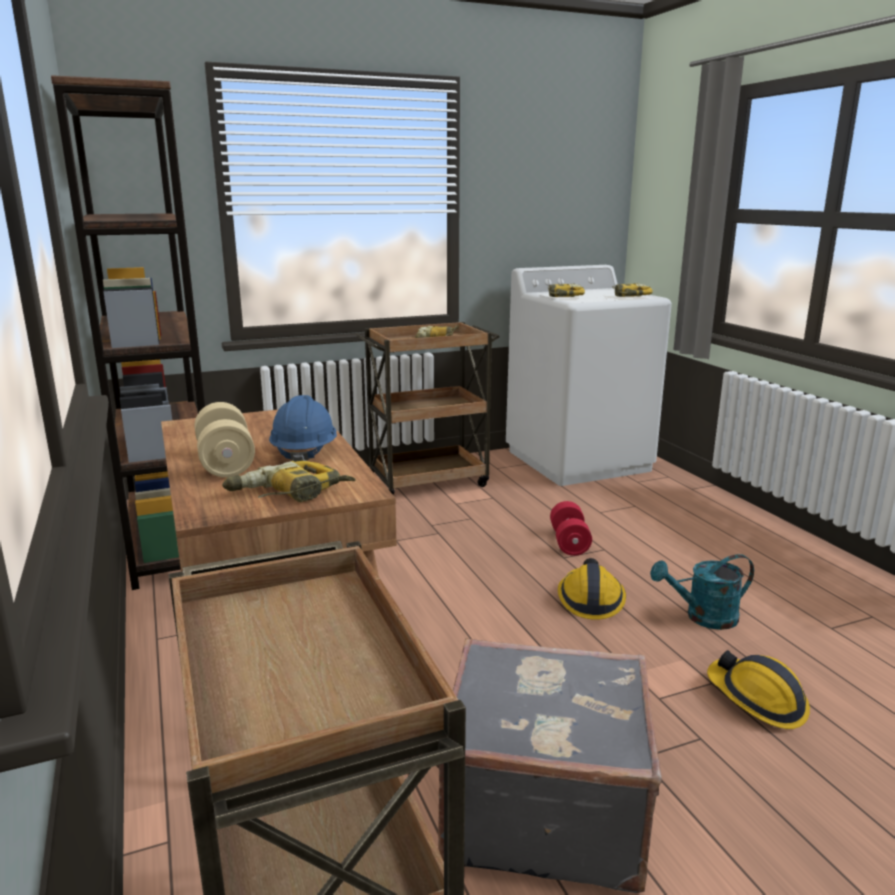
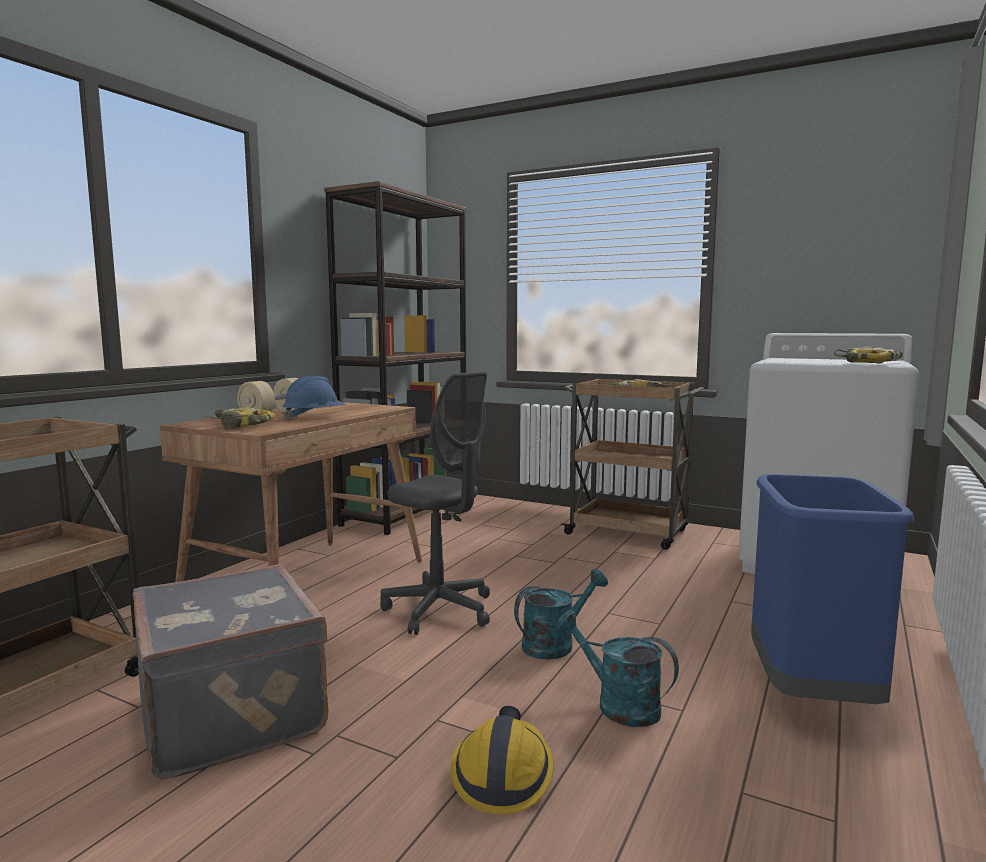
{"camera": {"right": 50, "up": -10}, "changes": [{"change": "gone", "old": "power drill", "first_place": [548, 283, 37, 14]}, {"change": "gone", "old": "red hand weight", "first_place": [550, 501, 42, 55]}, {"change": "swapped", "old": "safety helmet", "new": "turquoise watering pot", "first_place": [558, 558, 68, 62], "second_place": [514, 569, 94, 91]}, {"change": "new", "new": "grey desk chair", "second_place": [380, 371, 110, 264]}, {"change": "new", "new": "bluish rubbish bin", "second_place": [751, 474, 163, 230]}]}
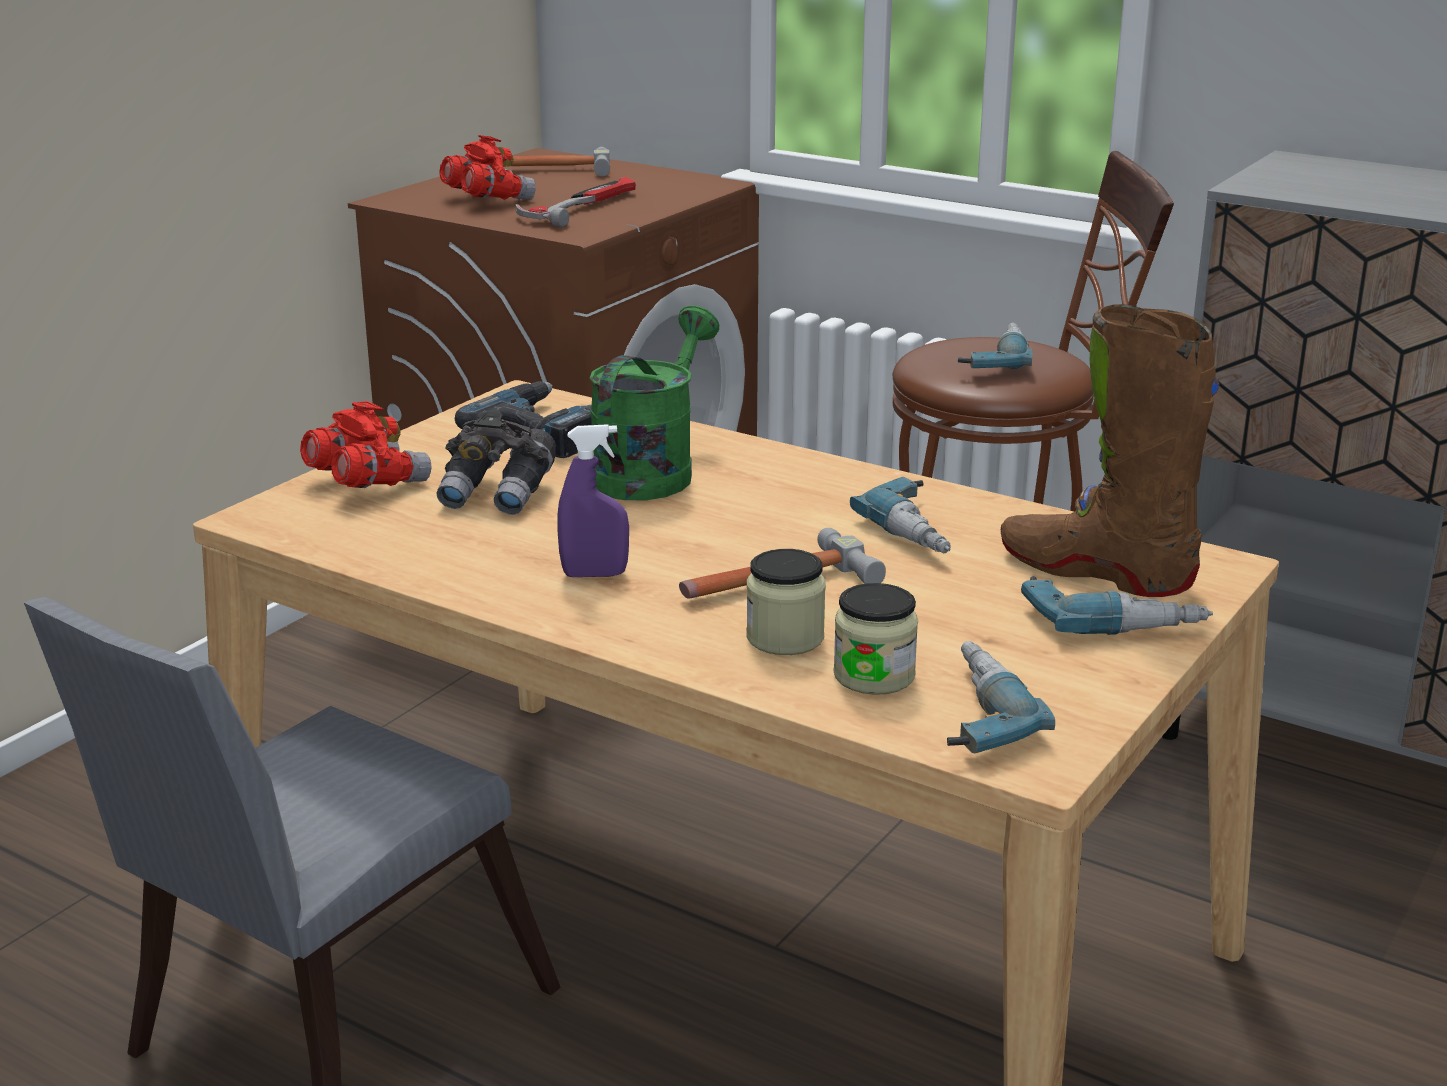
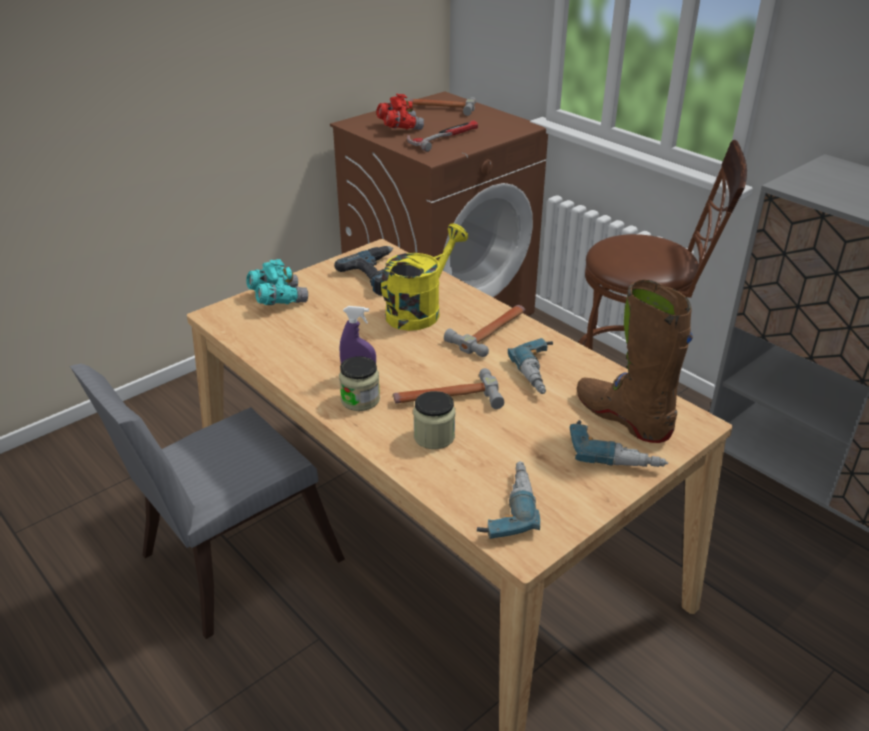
{"camera": {"right": 15, "up": 10}, "changes": [{"change": "repainted", "old": "green-coloured watering pot", "new": "yellow watering pot", "first_place": [589, 305, 130, 195], "second_place": [381, 223, 87, 108]}, {"change": "gone", "old": "power drill", "first_place": [958, 323, 74, 46]}, {"change": "repainted", "old": "red field glasses", "new": "turquoise field glasses", "first_place": [300, 401, 131, 87], "second_place": [246, 259, 62, 46]}, {"change": "gone", "old": "grey field glasses", "first_place": [437, 409, 119, 106]}, {"change": "shifted", "old": "jar", "first_place": [833, 583, 85, 112], "second_place": [339, 356, 41, 55]}, {"change": "new", "new": "hammer", "second_place": [444, 305, 81, 52]}]}
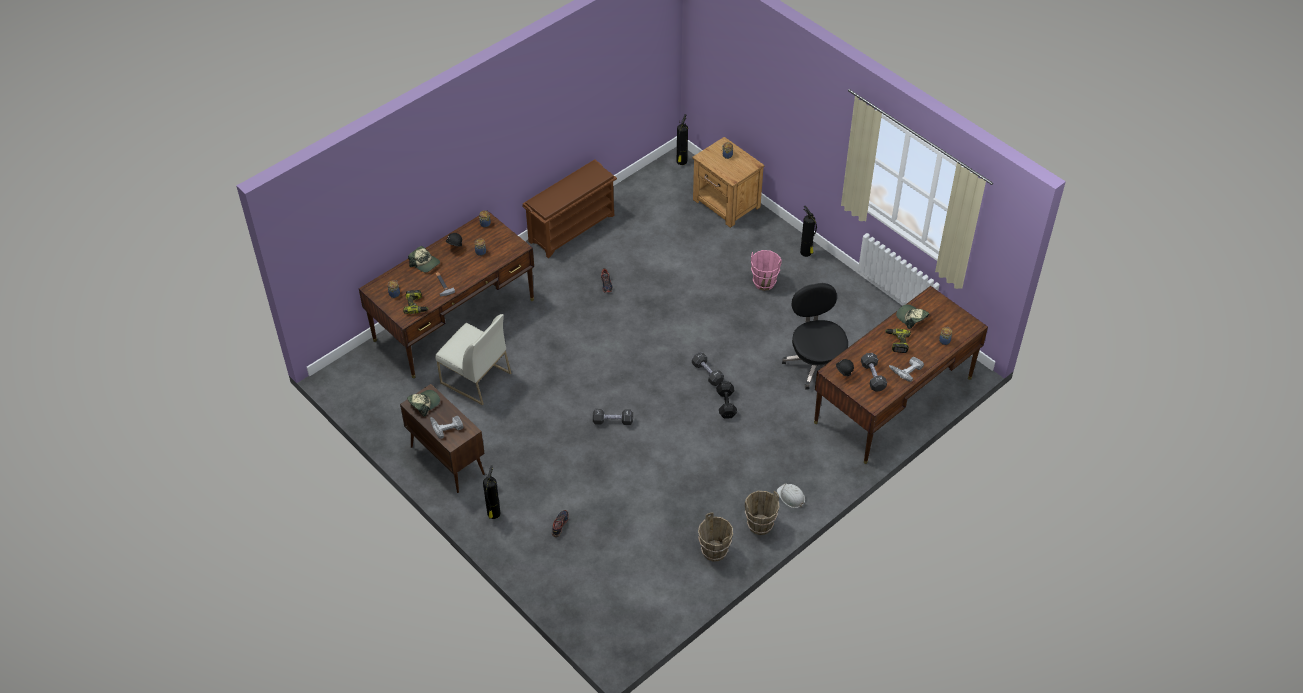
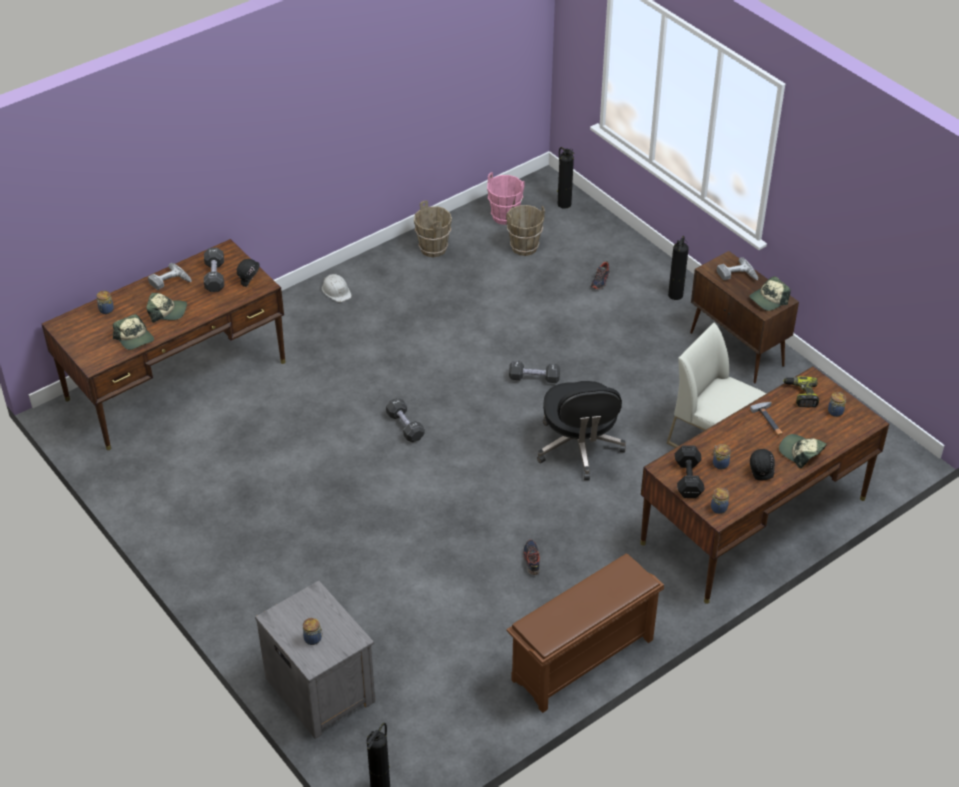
{"camera": {"right": -175, "up": -5}, "changes": [{"change": "repainted", "old": "brown-coloured night table", "new": "grey night table", "first_place": [692, 137, 73, 91], "second_place": [255, 581, 120, 158]}, {"change": "shifted", "old": "fire-fighting cylinder", "first_place": [800, 206, 17, 51], "second_place": [557, 147, 17, 62]}, {"change": "shifted", "old": "pink-coloured water bucket", "first_place": [751, 250, 31, 41], "second_place": [487, 172, 38, 53]}, {"change": "shifted", "old": "black-coloured desk chair", "first_place": [782, 283, 66, 107], "second_place": [537, 381, 89, 99]}, {"change": "swapped", "old": "power drill", "new": "cap", "first_place": [885, 329, 26, 24], "second_place": [146, 293, 41, 30]}, {"change": "shifted", "old": "black-coloured hand weight", "first_place": [716, 382, 21, 37], "second_place": [675, 445, 30, 53]}, {"change": "shifted", "old": "brown-coloured water bucket", "first_place": [745, 491, 35, 44], "second_place": [507, 205, 38, 51]}]}
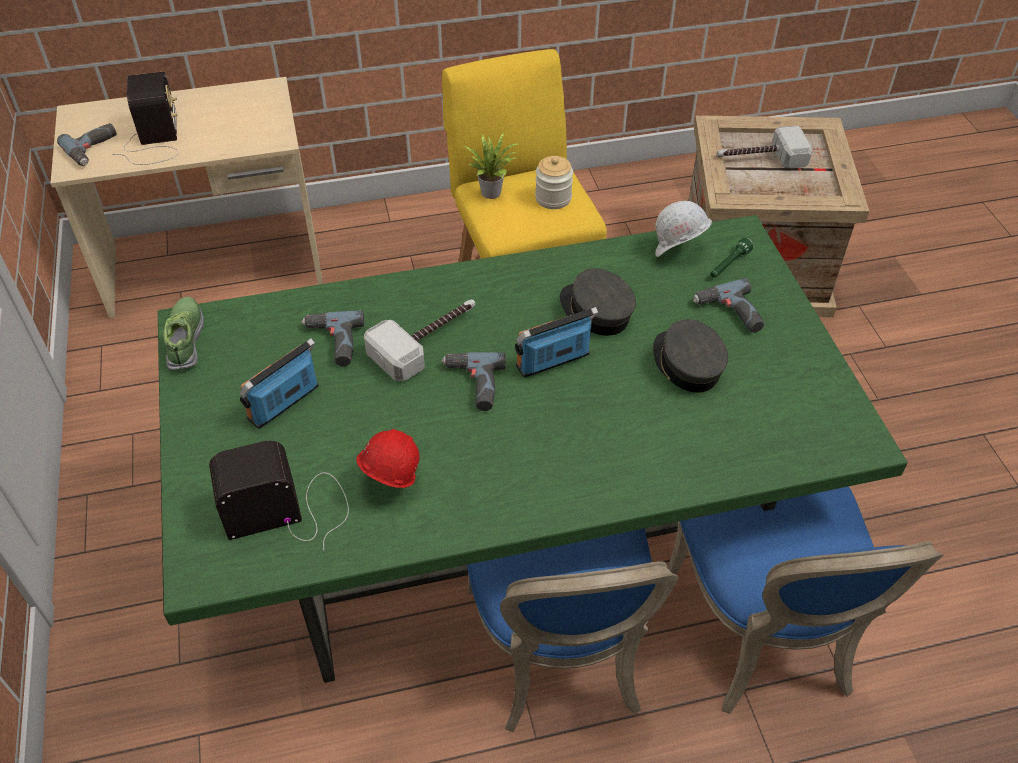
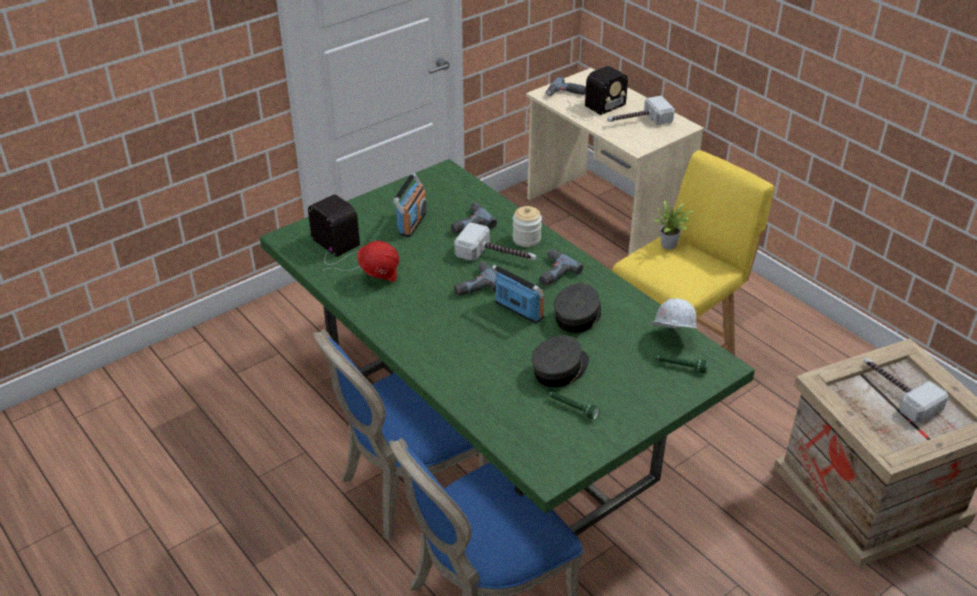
{"camera": {"right": 65, "up": -10}, "changes": [{"change": "shifted", "old": "jar", "first_place": [535, 156, 38, 53], "second_place": [512, 206, 30, 41]}, {"change": "shifted", "old": "power drill", "first_place": [693, 278, 71, 55], "second_place": [539, 249, 44, 37]}, {"change": "gone", "old": "low shoe", "first_place": [163, 296, 41, 75]}, {"change": "rotated", "old": "radio", "first_place": [239, 338, 80, 91], "second_place": [393, 173, 34, 64], "degrees": 90}, {"change": "new", "new": "hammer", "second_place": [607, 96, 68, 29]}, {"change": "new", "new": "green-coloured torch", "second_place": [548, 391, 52, 29]}]}
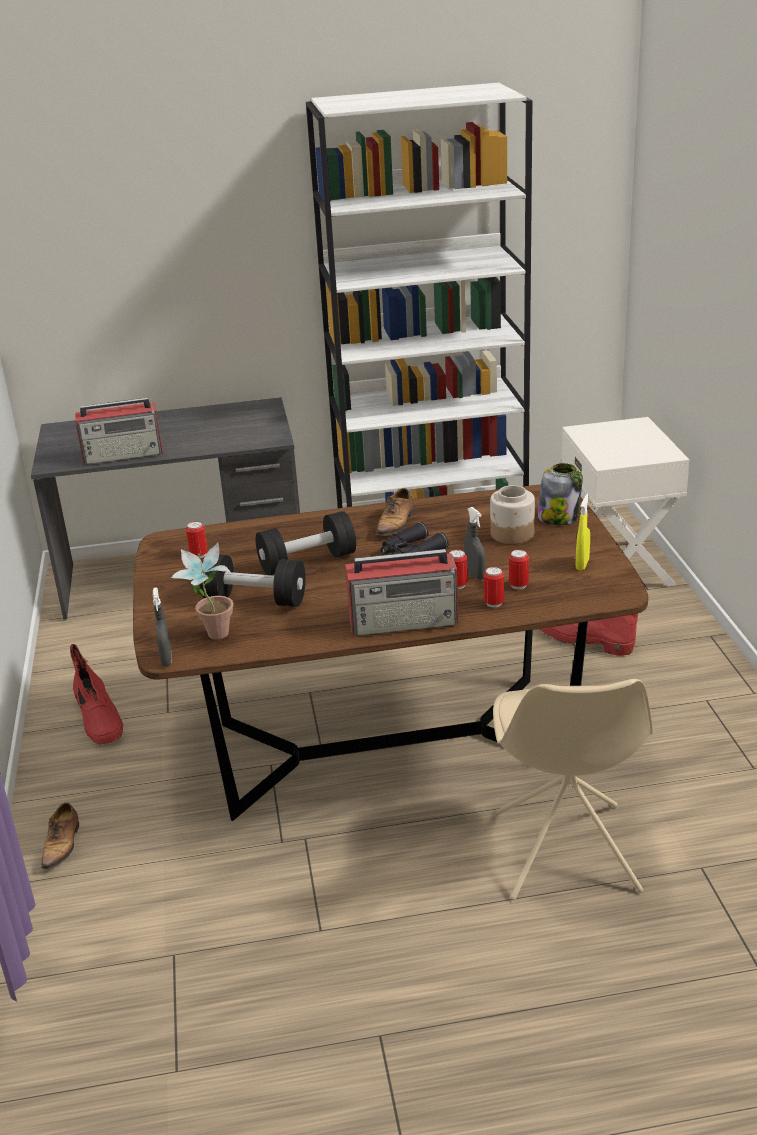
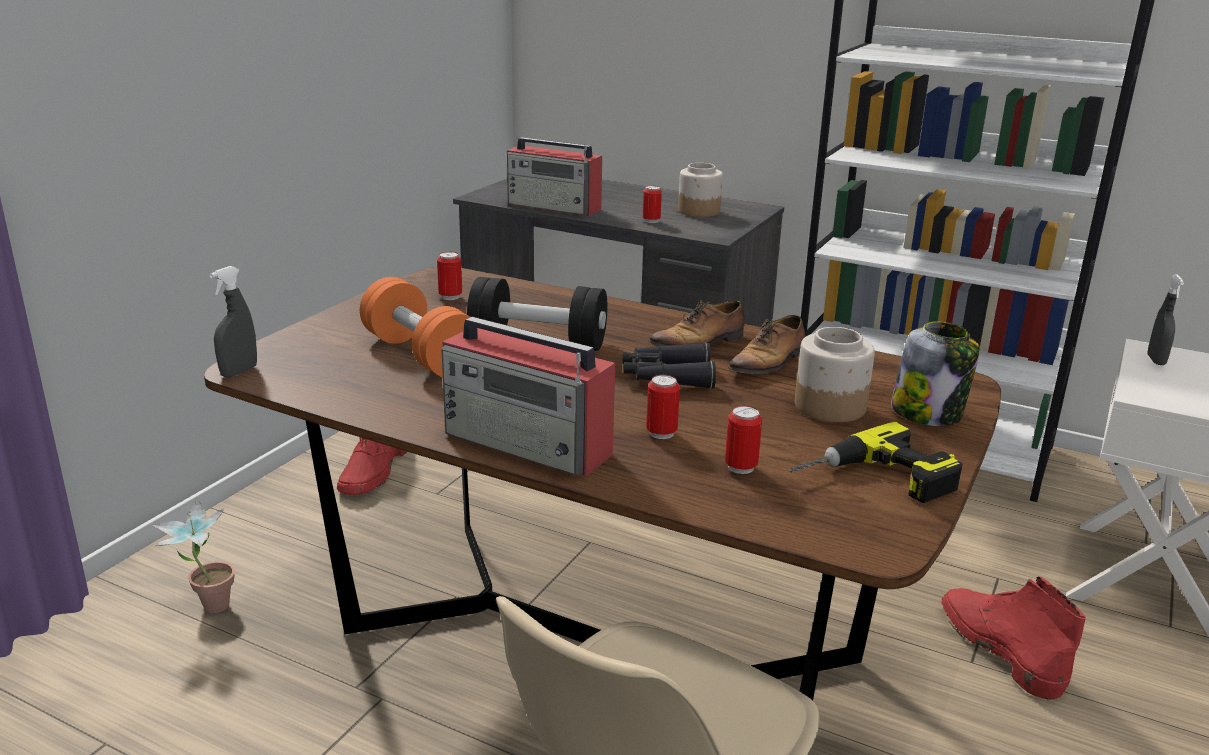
{"camera": {"right": 35, "up": -5}, "changes": [{"change": "swapped", "old": "yellow spray bottle", "new": "power drill", "first_place": [576, 494, 14, 77], "second_place": [789, 422, 174, 81]}, {"change": "shifted", "old": "grey spray bottle", "first_place": [464, 507, 22, 73], "second_place": [1147, 274, 37, 91]}, {"change": "shifted", "old": "plant in a pot", "first_place": [171, 543, 63, 96], "second_place": [152, 499, 83, 114]}, {"change": "repainted", "old": "black-coloured hand weight", "new": "orangey hand weight", "first_place": [200, 555, 106, 52], "second_place": [360, 277, 110, 100]}, {"change": "shifted", "old": "metal can", "first_place": [484, 567, 20, 40], "second_place": [642, 186, 20, 37]}, {"change": "shifted", "old": "low shoe", "first_place": [41, 803, 38, 70], "second_place": [728, 315, 78, 59]}, {"change": "new", "new": "jar", "second_place": [678, 163, 45, 54]}]}
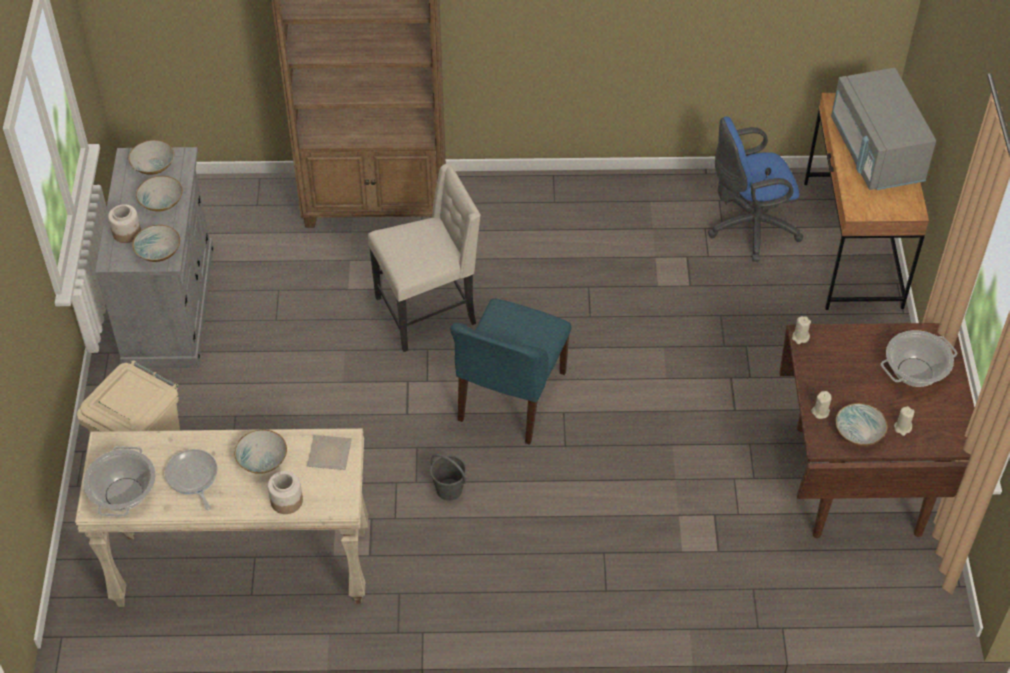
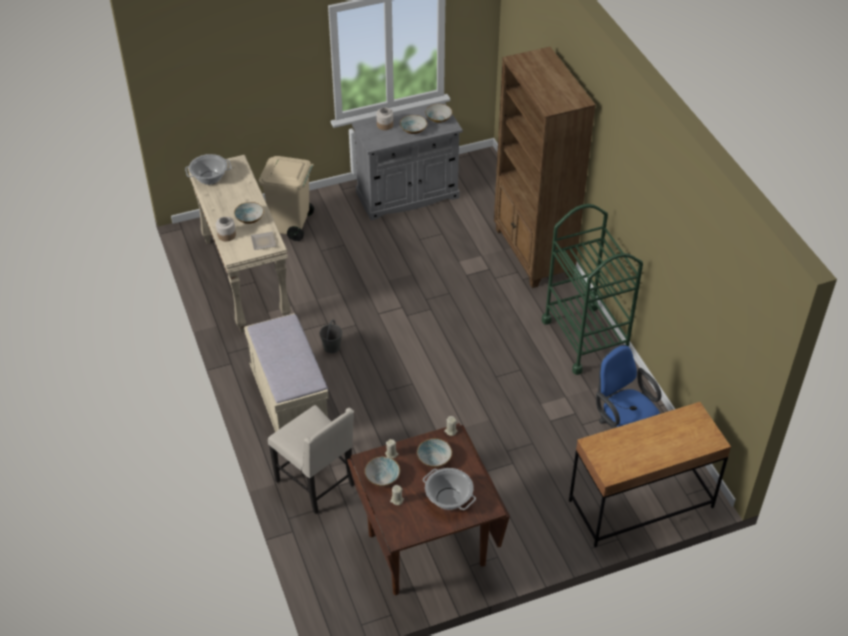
{"camera": {"right": 70, "up": -5}, "changes": [{"change": "gone", "old": "grey kitchen microwave", "first_place": [831, 68, 105, 122]}, {"change": "shifted", "old": "sand-coloured chair", "first_place": [368, 163, 113, 189], "second_place": [268, 405, 87, 109]}, {"change": "shifted", "old": "deep dish", "first_place": [132, 225, 48, 37], "second_place": [417, 438, 35, 29]}, {"change": "gone", "old": "bluish chair", "first_place": [450, 298, 121, 147]}, {"change": "gone", "old": "frying pan", "first_place": [165, 449, 53, 62]}, {"change": "new", "new": "green-coloured wheeled cart", "second_place": [542, 204, 101, 171]}, {"change": "new", "new": "sand-coloured indoor bench", "second_place": [244, 313, 85, 119]}]}
